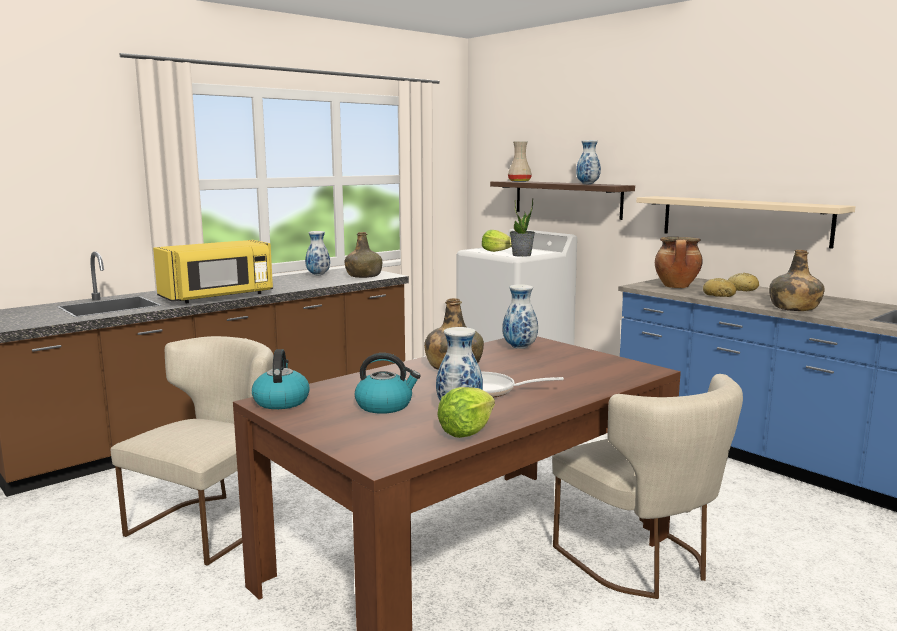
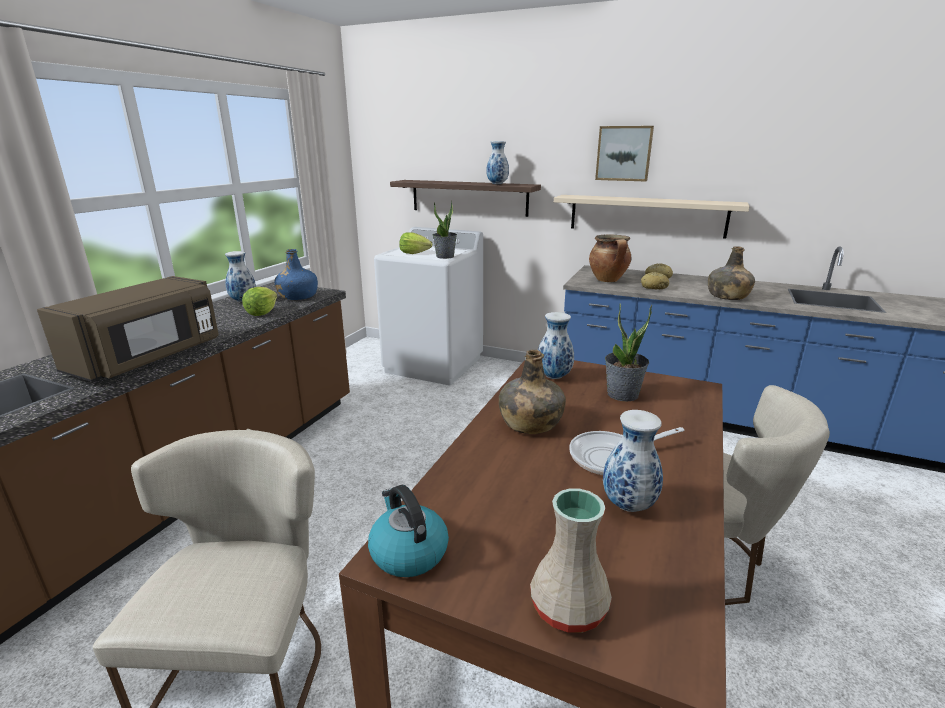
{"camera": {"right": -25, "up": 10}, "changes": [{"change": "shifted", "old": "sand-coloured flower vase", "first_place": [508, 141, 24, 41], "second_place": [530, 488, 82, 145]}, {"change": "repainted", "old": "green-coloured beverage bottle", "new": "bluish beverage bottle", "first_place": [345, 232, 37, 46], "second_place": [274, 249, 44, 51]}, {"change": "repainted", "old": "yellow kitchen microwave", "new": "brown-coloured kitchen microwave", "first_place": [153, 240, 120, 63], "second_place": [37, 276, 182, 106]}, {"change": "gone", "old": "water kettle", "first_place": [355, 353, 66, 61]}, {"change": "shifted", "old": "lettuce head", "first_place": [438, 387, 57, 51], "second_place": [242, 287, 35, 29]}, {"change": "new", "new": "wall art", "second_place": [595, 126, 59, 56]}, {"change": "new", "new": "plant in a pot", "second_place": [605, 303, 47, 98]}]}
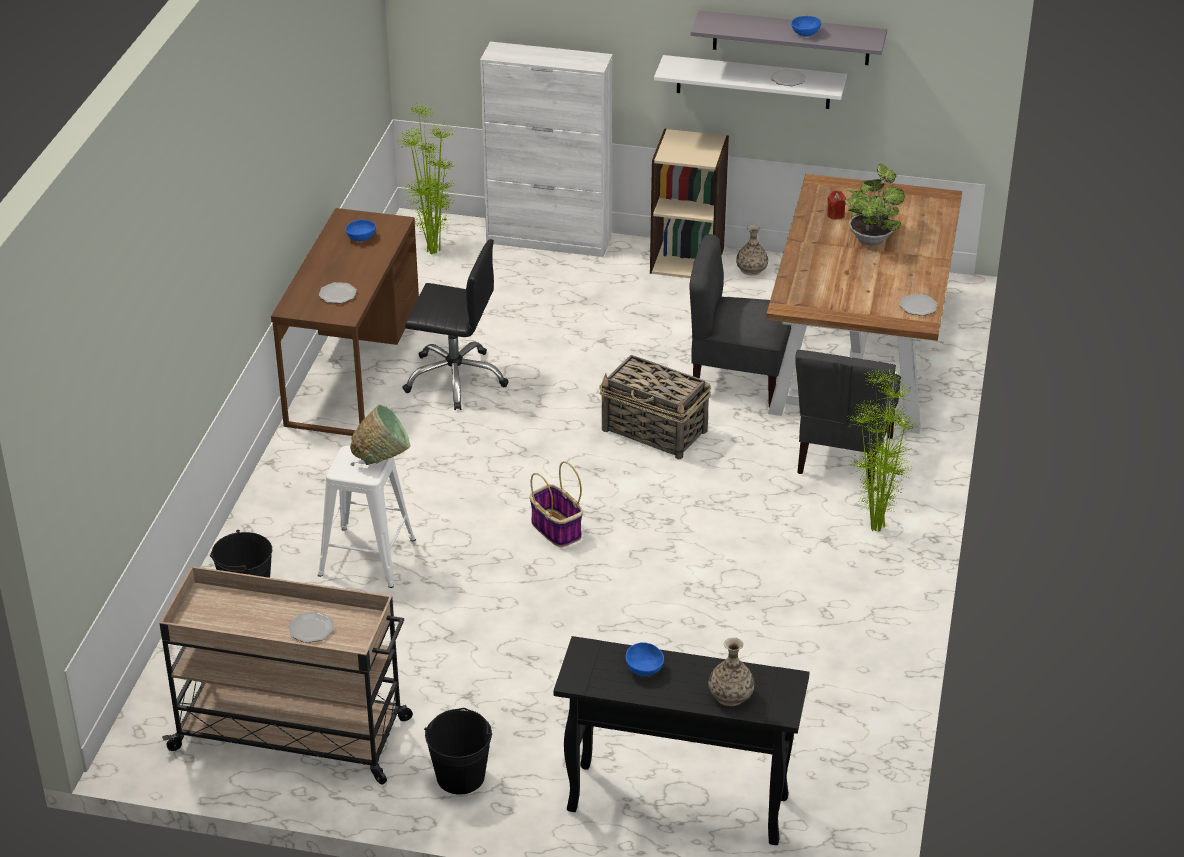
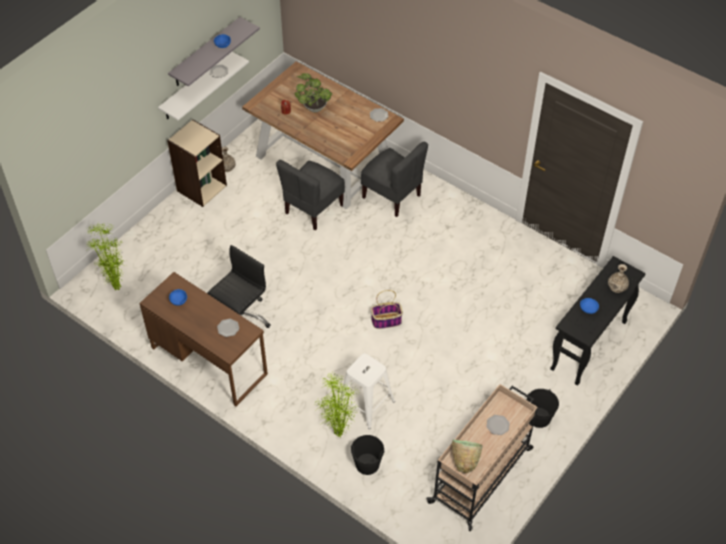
{"camera": {"right": -65, "up": 15}, "changes": [{"change": "gone", "old": "white-coloured cabinet", "first_place": [480, 42, 132, 215]}, {"change": "gone", "old": "storage basket", "first_place": [599, 355, 112, 104]}, {"change": "shifted", "old": "plant in a pot", "first_place": [848, 369, 69, 163], "second_place": [316, 373, 43, 65]}, {"change": "shifted", "old": "green-coloured deep dish", "first_place": [350, 404, 61, 61], "second_place": [452, 440, 31, 33]}]}
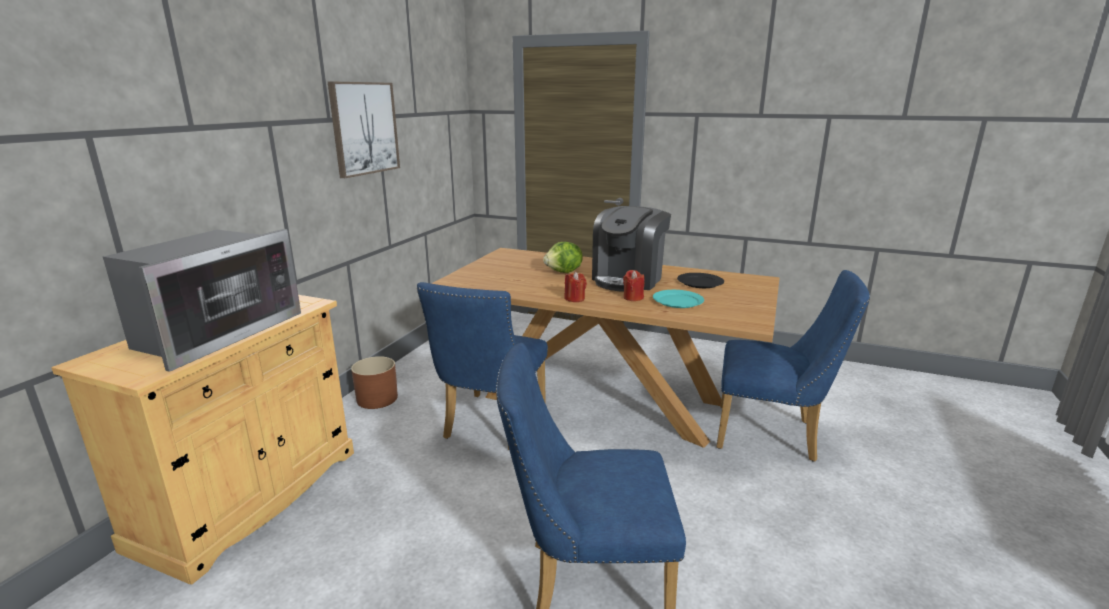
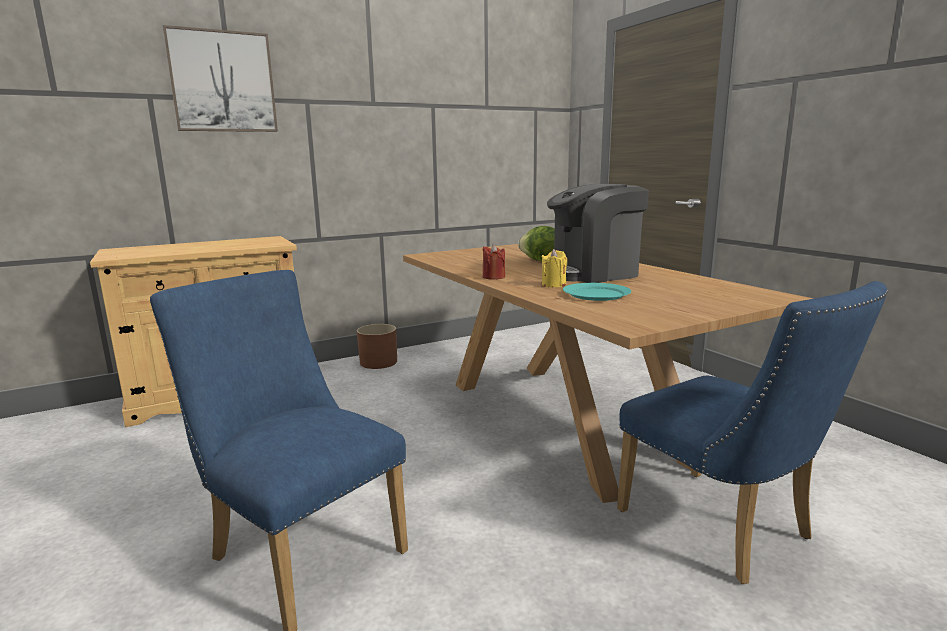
{"camera": {"right": 40, "up": -5}, "changes": [{"change": "shifted", "old": "wall art", "first_place": [328, 81, 72, 97], "second_place": [163, 25, 115, 107]}, {"change": "gone", "old": "kitchen microwave", "first_place": [103, 229, 198, 143]}, {"change": "repainted", "old": "red wax candle", "new": "yellow wax candle", "first_place": [623, 270, 21, 31], "second_place": [542, 249, 25, 38]}, {"change": "gone", "old": "black-coloured flat dish", "first_place": [677, 273, 47, 15]}, {"change": "gone", "old": "bluish chair", "first_place": [417, 282, 131, 168]}]}
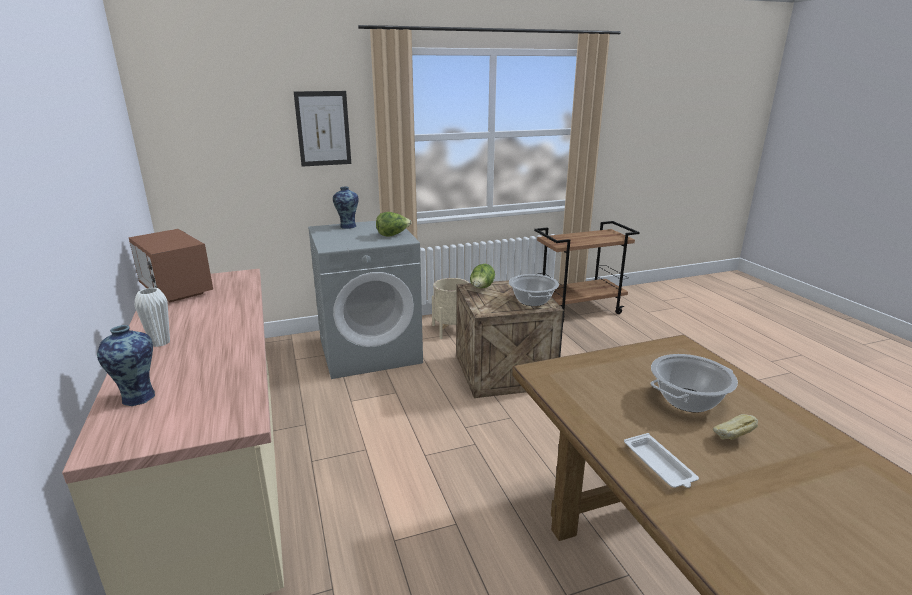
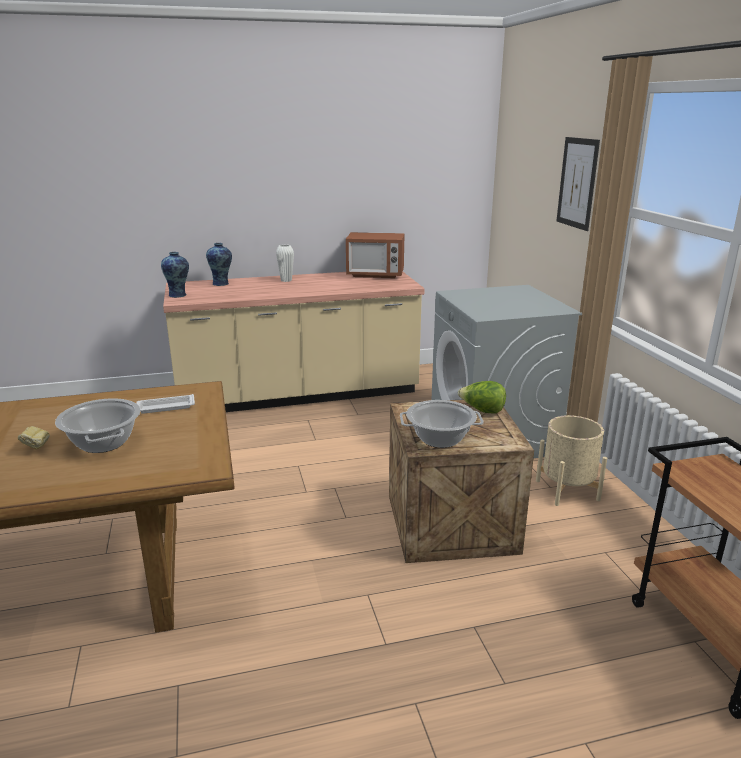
{"camera": {"right": 95, "up": 0}, "changes": [{"change": "shifted", "old": "flower vase", "first_place": [333, 187, 26, 42], "second_place": [161, 252, 28, 46]}, {"change": "gone", "old": "lettuce head", "first_place": [376, 212, 35, 25]}, {"change": "rotated", "old": "kitchen microwave", "first_place": [128, 229, 85, 74], "second_place": [346, 232, 59, 46], "degrees": -135}, {"change": "shifted", "old": "white-coloured tray", "first_place": [624, 433, 75, 55], "second_place": [136, 394, 59, 20]}]}
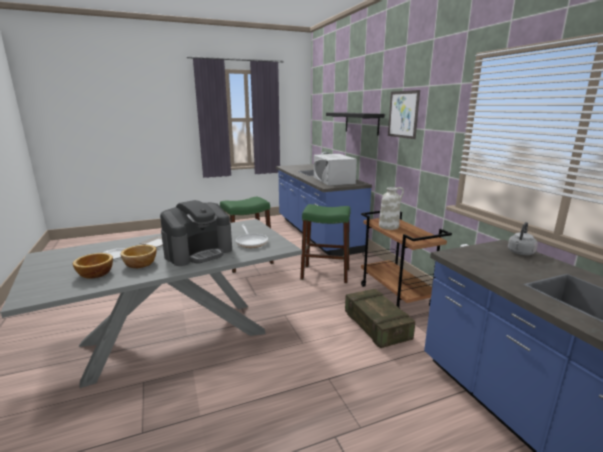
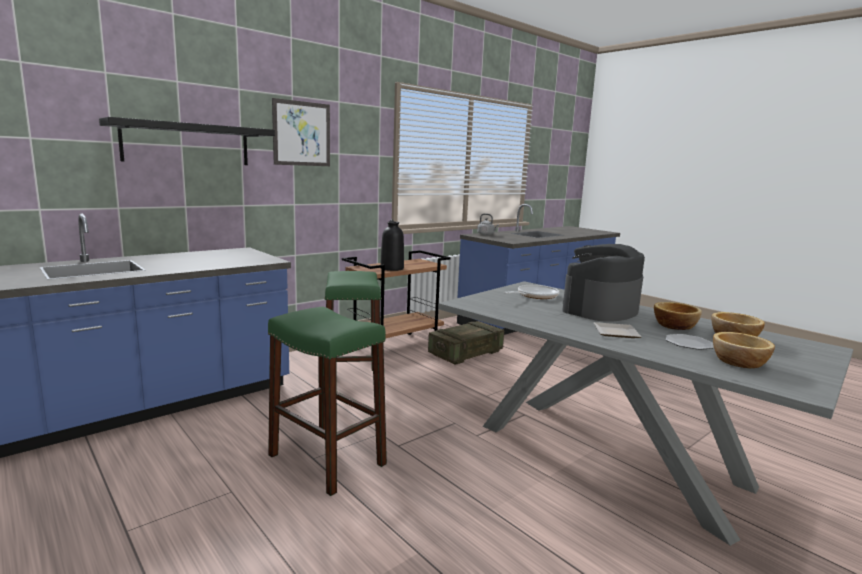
{"camera": {"right": -110, "up": -5}, "changes": [{"change": "gone", "old": "white-coloured kitchen microwave", "first_place": [314, 154, 43, 32]}, {"change": "repainted", "old": "white-coloured flower vase", "new": "black-coloured flower vase", "first_place": [379, 187, 25, 43], "second_place": [380, 219, 24, 52]}, {"change": "rotated", "old": "coffee maker", "first_place": [160, 200, 72, 66], "second_place": [562, 244, 83, 78], "degrees": -75}, {"change": "new", "new": "deep dish", "second_place": [713, 332, 62, 36]}]}
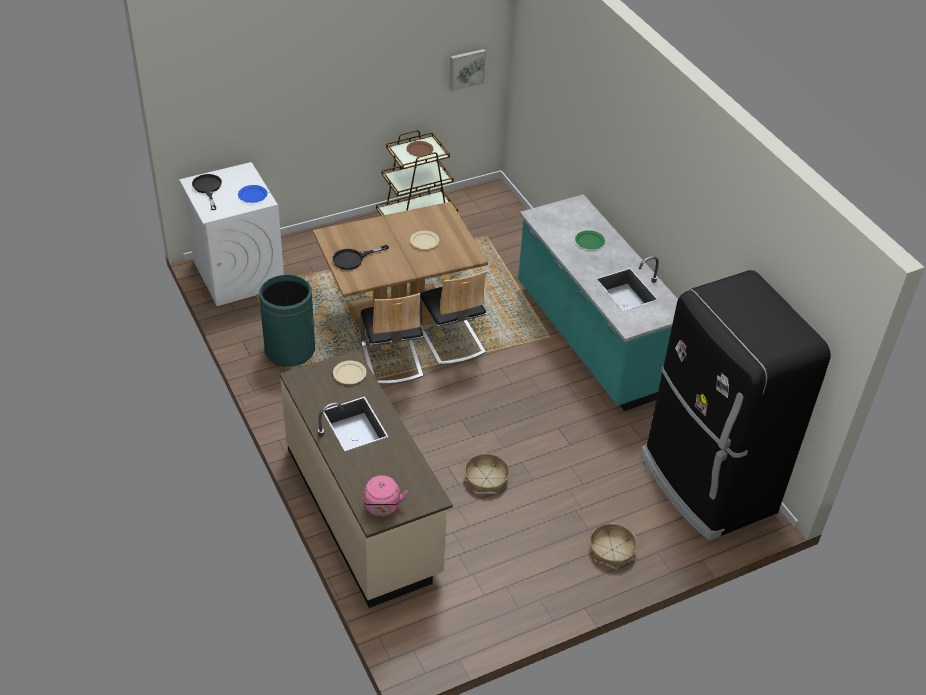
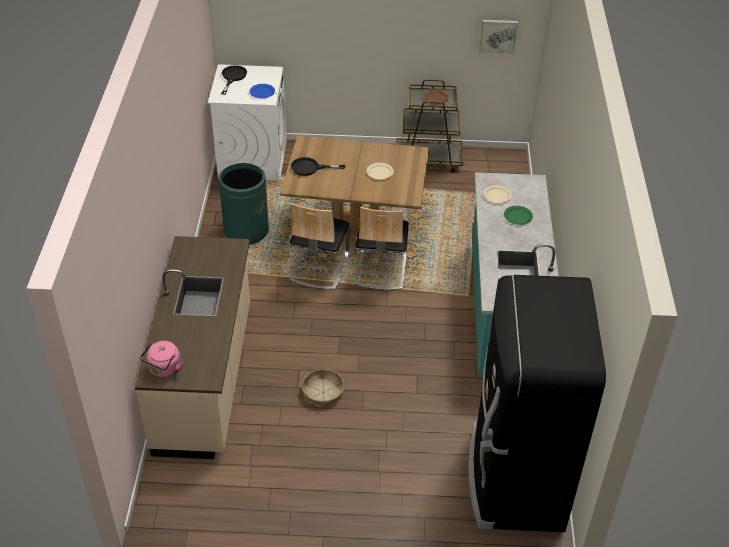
{"camera": {"right": 30, "up": 0}, "changes": [{"change": "shifted", "old": "sand-coloured flat dish", "first_place": [333, 361, 34, 23], "second_place": [483, 185, 29, 18]}, {"change": "gone", "old": "storage basket", "first_place": [590, 523, 47, 45]}]}
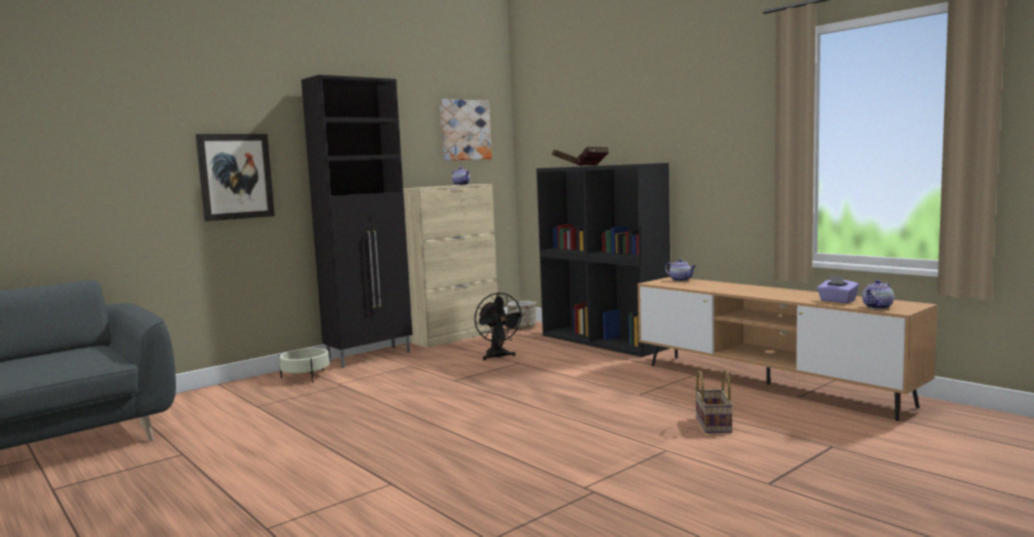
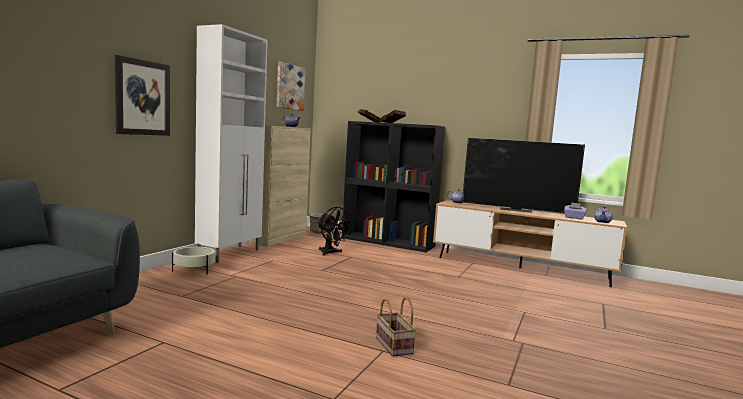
{"camera": {"right": -25, "up": 0}, "changes": [{"change": "repainted", "old": "black-coloured cabinet", "new": "white-coloured cabinet", "first_place": [301, 75, 112, 293], "second_place": [195, 24, 73, 239]}, {"change": "shifted", "old": "storage basket", "first_place": [695, 370, 38, 63], "second_place": [376, 297, 40, 60]}, {"change": "new", "new": "TV set", "second_place": [462, 138, 123, 75]}]}
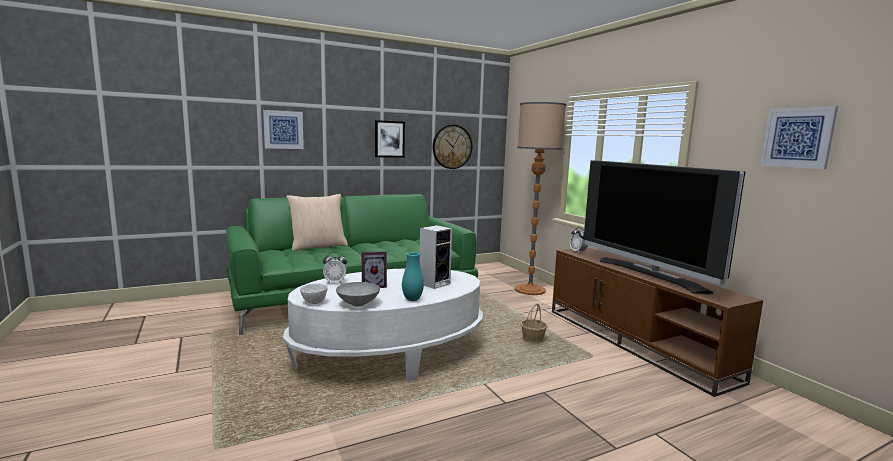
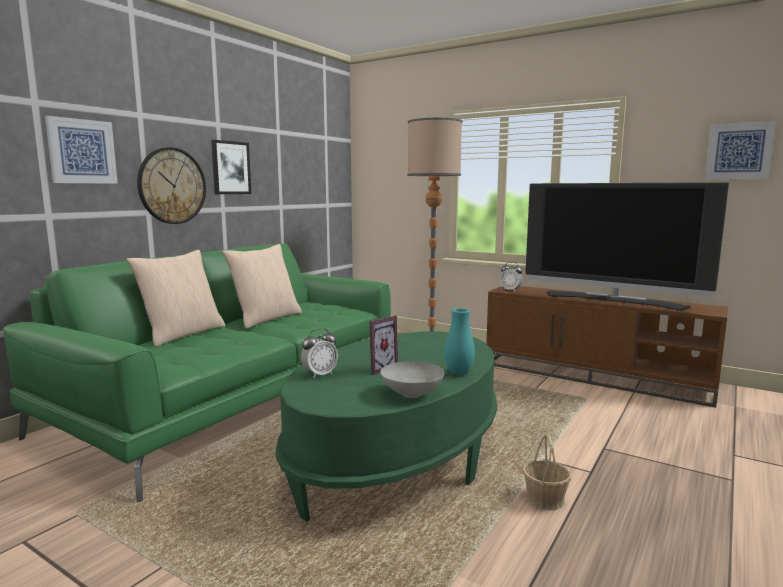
{"camera": {"right": -30, "up": 0}, "changes": [{"change": "shifted", "old": "wall clock", "first_place": [433, 125, 39, 44], "second_place": [137, 147, 69, 77]}, {"change": "gone", "old": "loudspeaker", "first_place": [420, 225, 32, 64]}, {"change": "repainted", "old": "white-coloured low table", "new": "green-coloured low table", "first_place": [283, 268, 200, 114], "second_place": [275, 332, 222, 190]}, {"change": "gone", "old": "white-coloured deep dish", "first_place": [300, 283, 28, 21]}, {"change": "shifted", "old": "storage basket", "first_place": [521, 303, 27, 41], "second_place": [523, 434, 48, 76]}, {"change": "new", "new": "sand-coloured throw pillow", "second_place": [222, 244, 80, 85]}]}
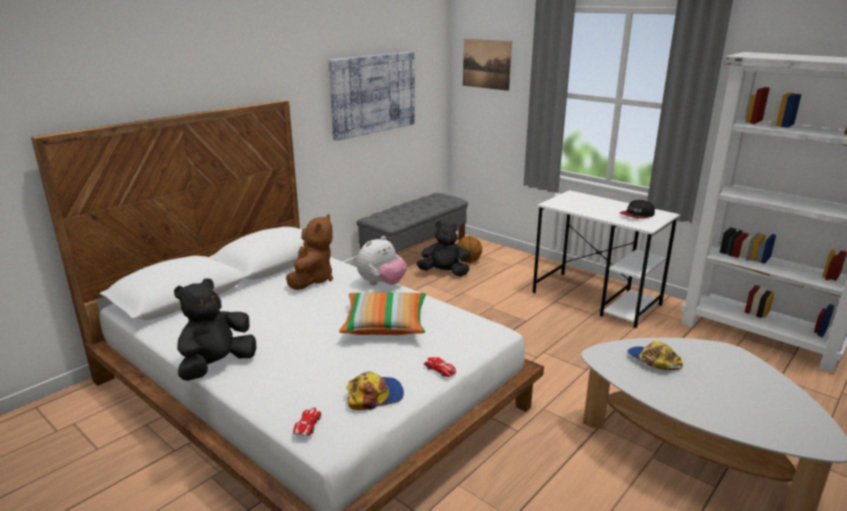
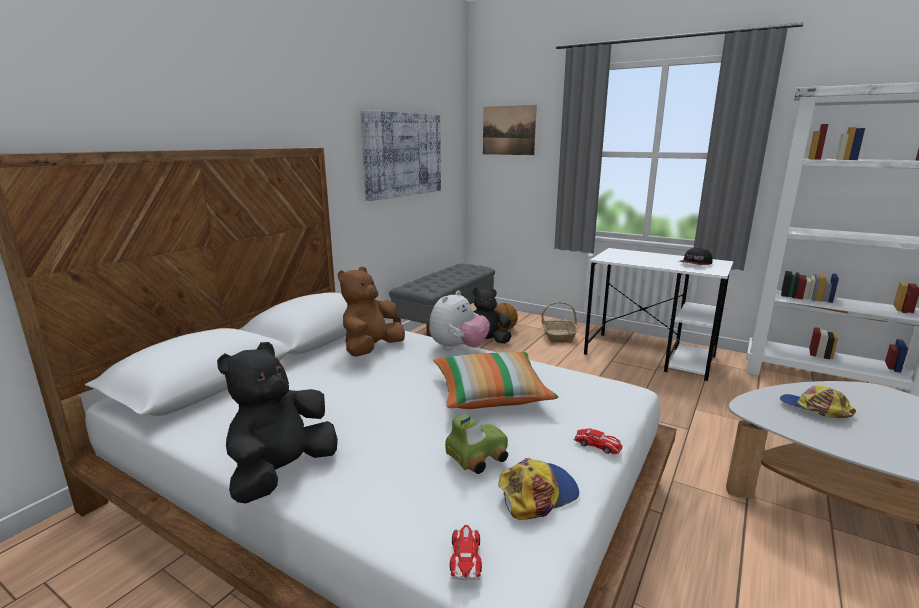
{"camera": {"right": -10, "up": -5}, "changes": [{"change": "rotated", "old": "brown-coloured cuddly toy", "first_place": [286, 214, 47, 76], "second_place": [338, 267, 67, 90], "degrees": -150}, {"change": "new", "new": "storage basket", "second_place": [541, 302, 37, 41]}, {"change": "new", "new": "miniature car", "second_place": [445, 414, 63, 60]}]}
